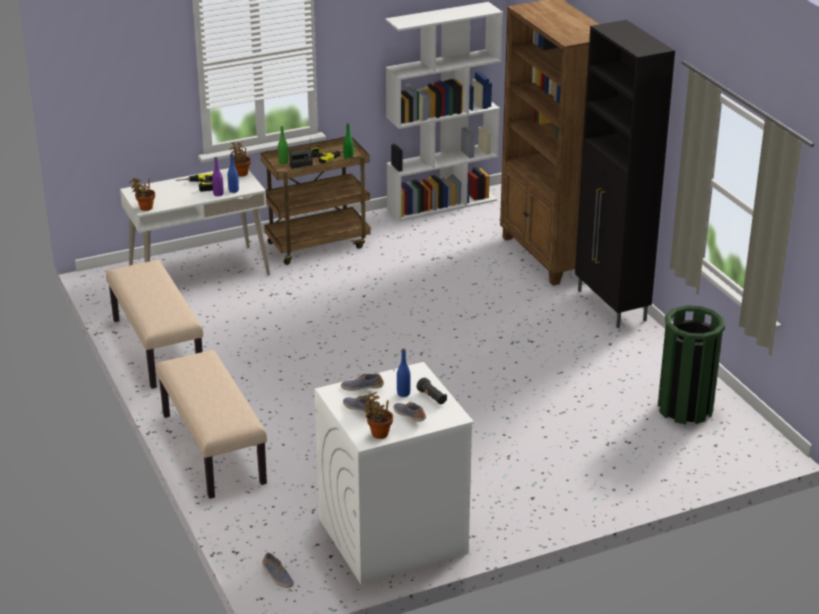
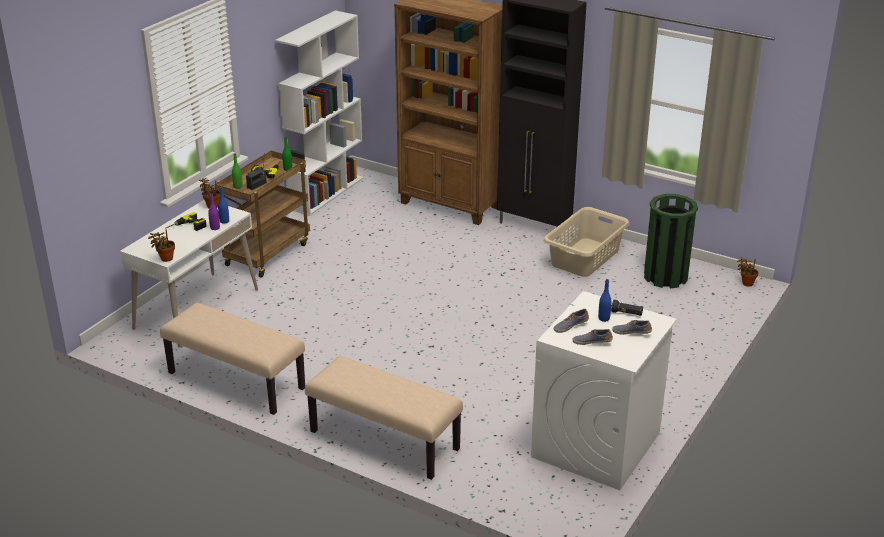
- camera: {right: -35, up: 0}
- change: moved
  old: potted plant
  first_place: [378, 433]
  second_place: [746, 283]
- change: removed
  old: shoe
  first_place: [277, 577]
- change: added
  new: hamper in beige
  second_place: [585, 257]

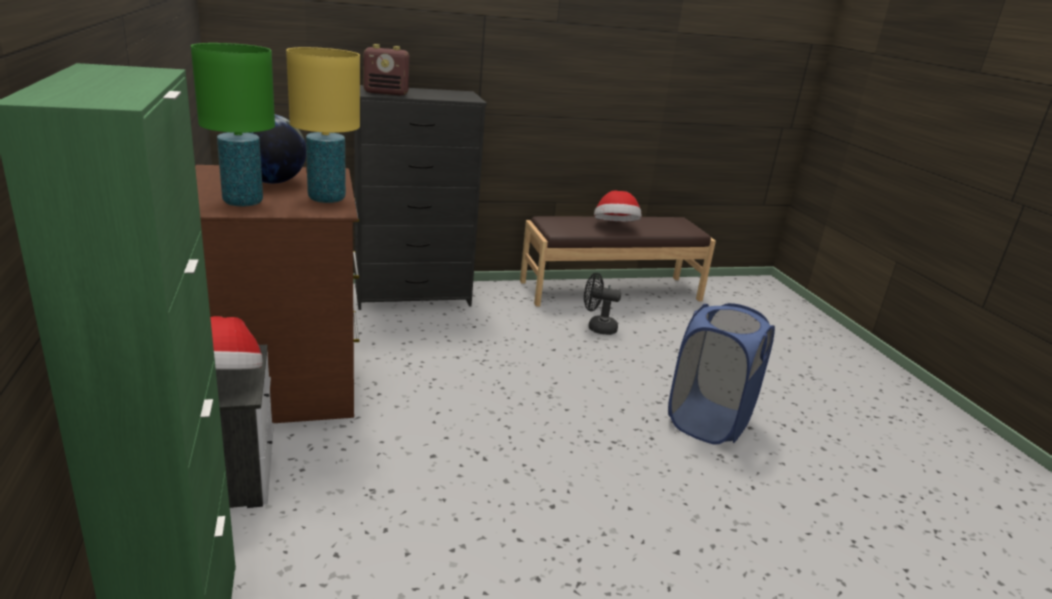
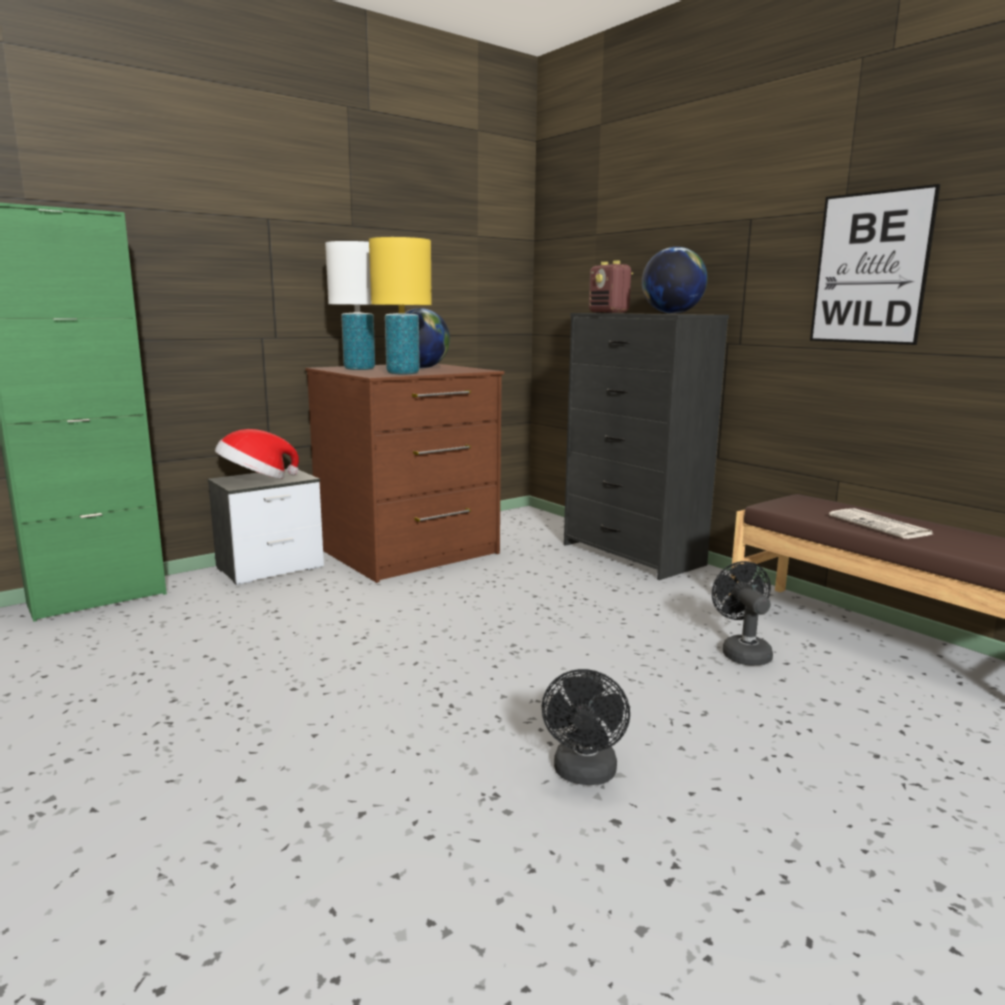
- camera: {right: 70, up: -10}
- change: recoloured
  old: table lamp in green
  new: table lamp in white-coloured
  first_place: [243, 202]
  second_place: [359, 369]
- change: replaced
  old: hat
  new: daily paper
  first_place: [615, 227]
  second_place: [881, 525]
- change: replaced
  old: hamper in blue-coloured
  new: electric fan in black-coloured
  first_place: [708, 422]
  second_place: [584, 775]
- change: added
  new: picture
  second_place: [870, 268]
- change: added
  new: desk globe
  second_place: [672, 313]

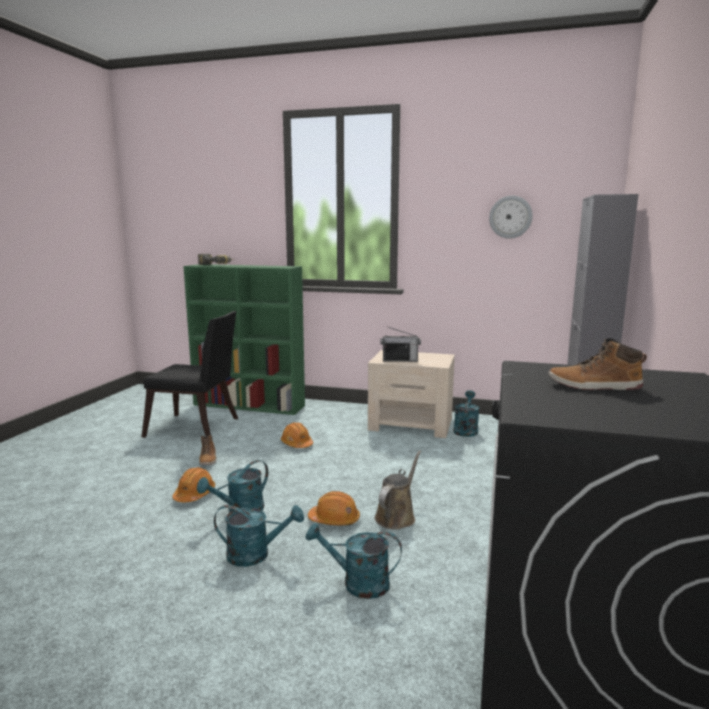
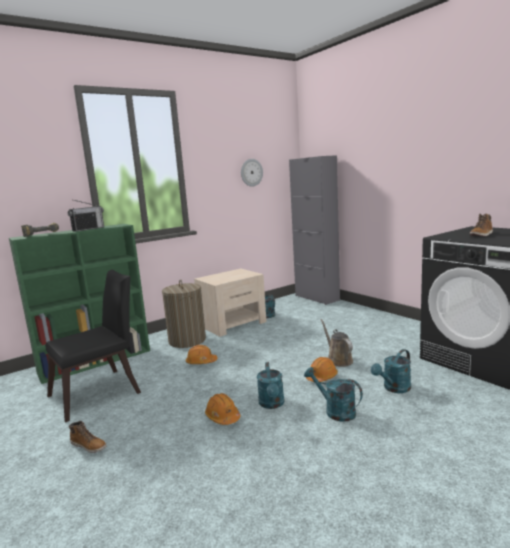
- camera: {right: -50, up: 0}
- change: moved
  old: radio set
  first_place: [400, 360]
  second_place: [88, 229]
- change: moved
  old: tall boot
  first_place: [208, 459]
  second_place: [89, 445]
- change: turned
  old: watering can in blue-green
  first_place: [256, 555]
  second_place: [335, 411]
  degrees: -90
- change: added
  new: hamper
  second_place: [187, 340]

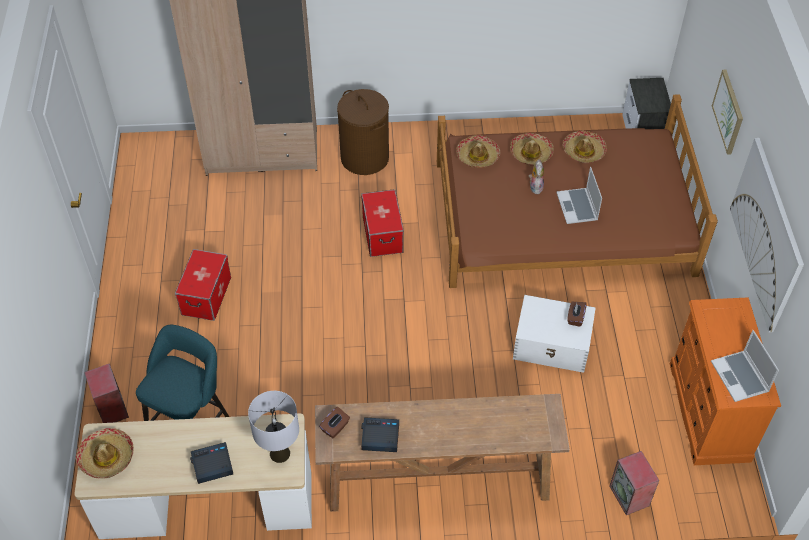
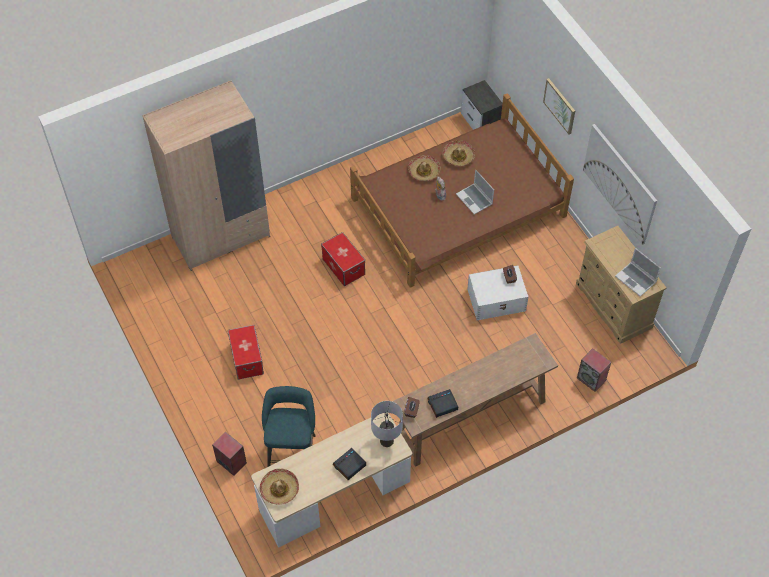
- camera: {right: -25, up: 5}
- change: removed
  old: hamper in brown
  first_place: [365, 158]
- change: removed
  old: hat
  first_place: [478, 156]
- change: recoloured
  old: drawer chest in orange
  new: drawer chest in beige
  first_place: [708, 411]
  second_place: [613, 305]

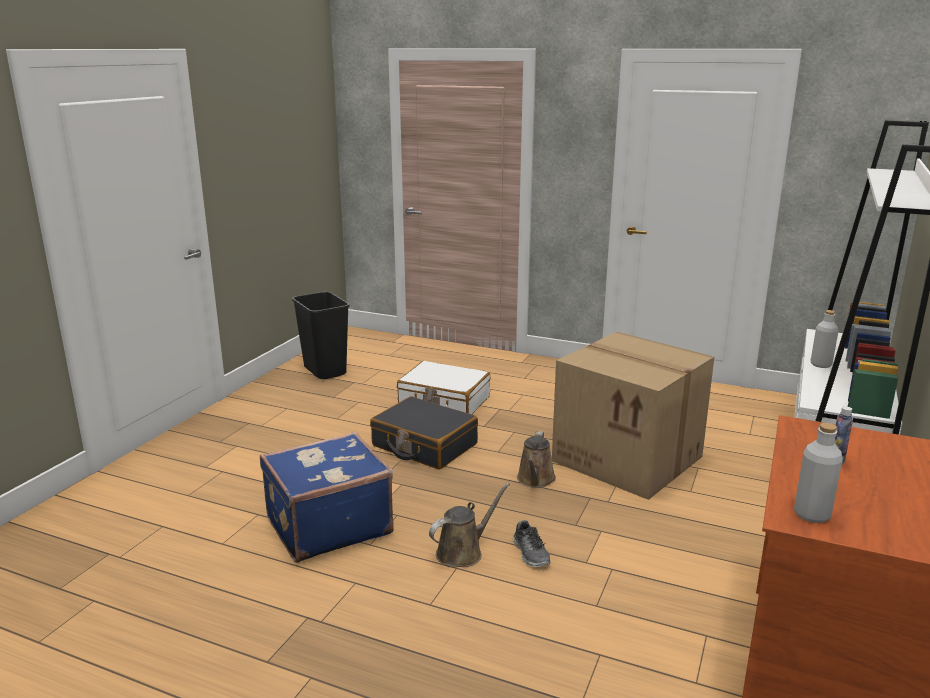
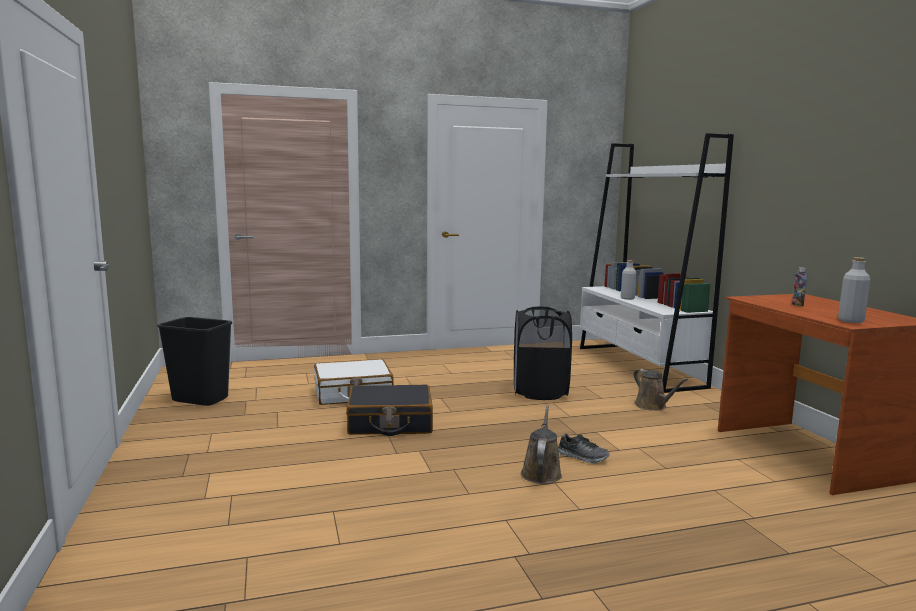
- camera: {right: -40, up: -10}
- change: replaced
  old: cardboard box
  new: hamper in black-coloured
  first_place: [629, 458]
  second_place: [540, 392]
- change: moved
  old: watering can in brown
  first_place: [535, 480]
  second_place: [652, 406]
- change: removed
  old: piece of luggage in blue-coloured
  first_place: [327, 525]

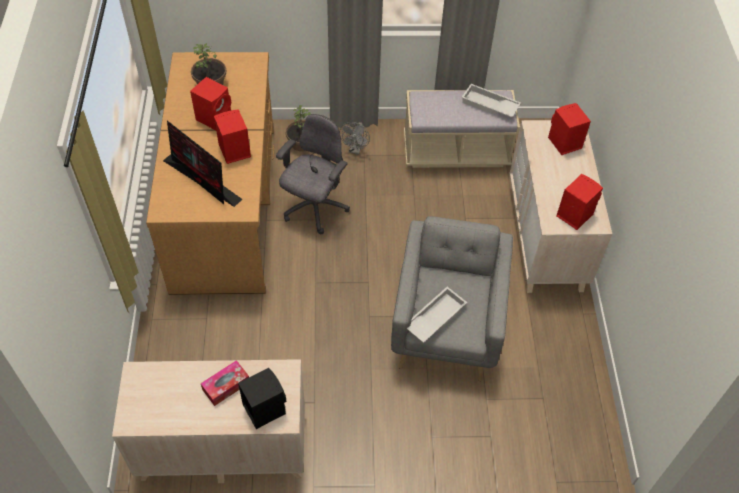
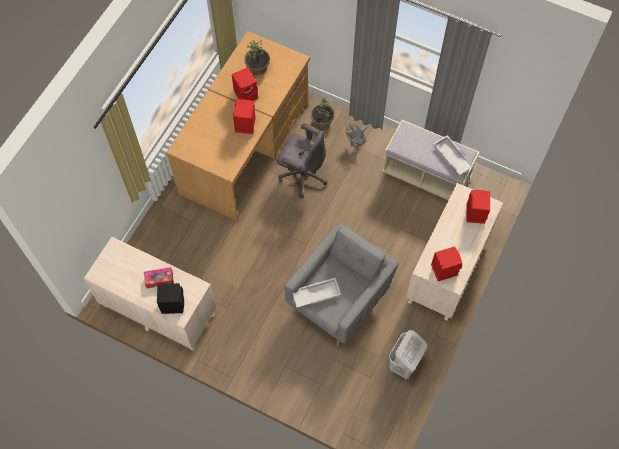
- camera: {right: 30, up: 10}
- change: turned
  old: computer chair in grey
  first_place: [314, 208]
  second_place: [302, 175]
  degrees: 60
- change: removed
  old: monitor
  first_place: [203, 180]
- change: added
  new: hamper in white-coloured
  second_place: [403, 365]

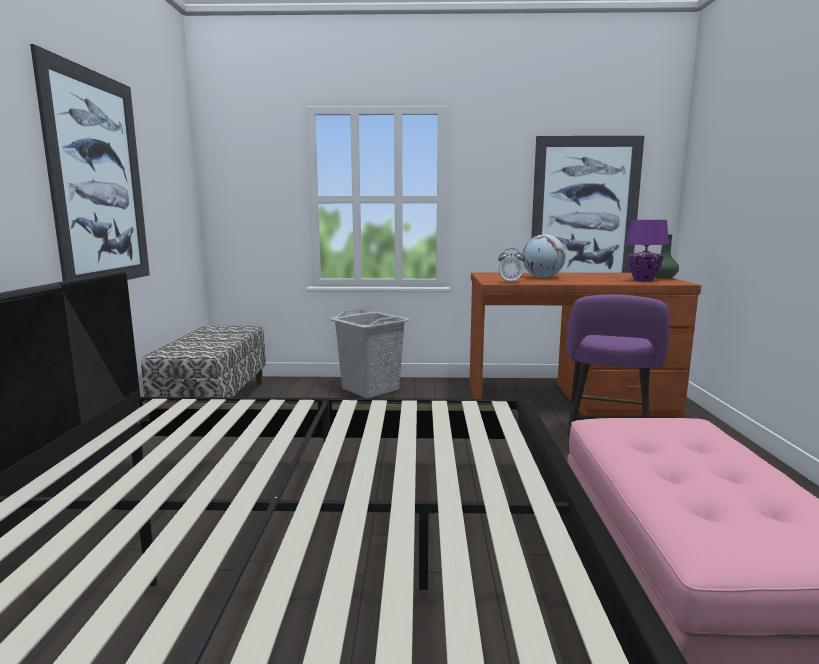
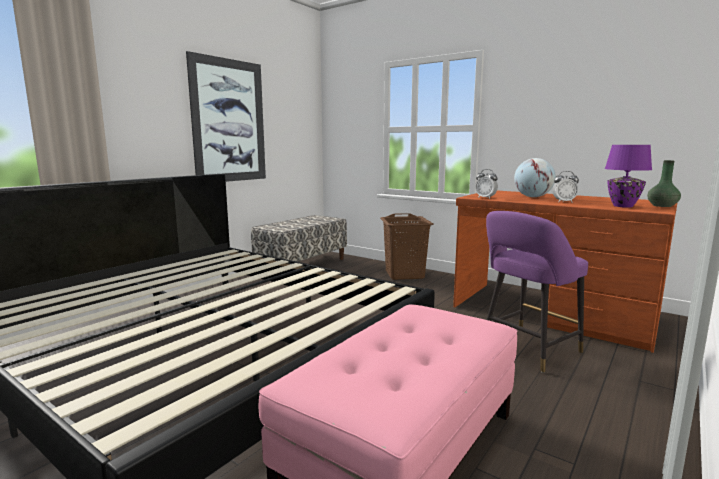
- camera: {right: 35, up: 0}
- change: removed
  old: picture
  first_place: [584, 211]
- change: recoloured
  old: hamper in grey
  new: hamper in brown
  first_place: [370, 389]
  second_place: [405, 274]
- change: added
  new: bedside clock
  second_place: [564, 202]

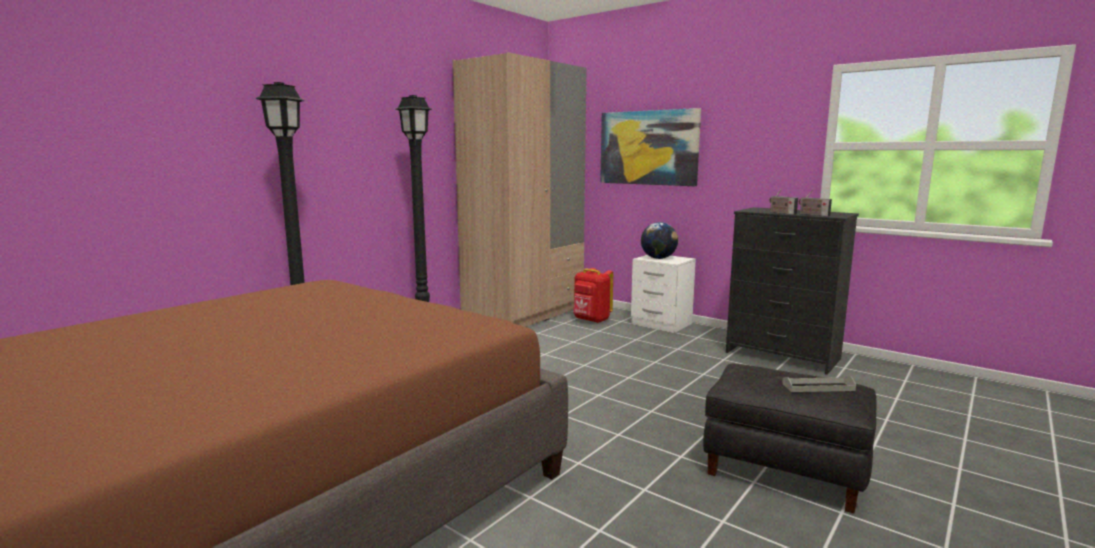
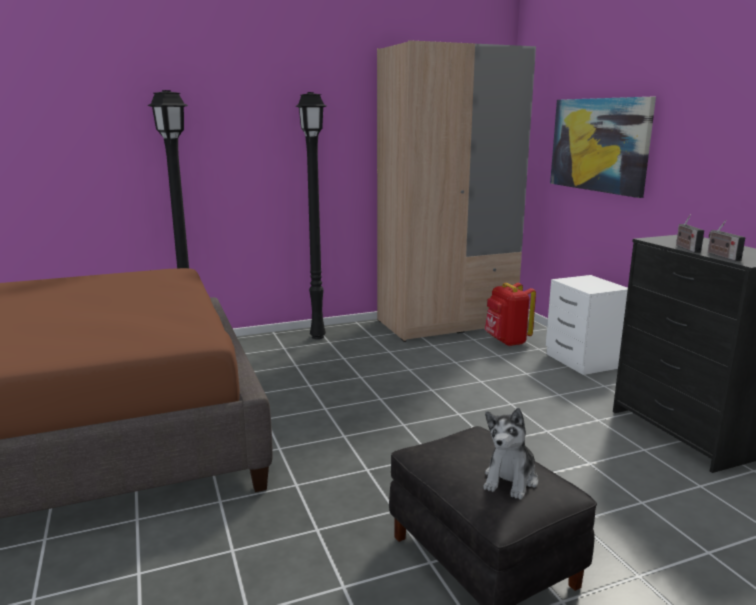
- camera: {right: 30, up: 5}
- change: removed
  old: desk globe
  first_place: [658, 258]
- change: replaced
  old: tray in grey
  new: soft toy
  first_place: [818, 387]
  second_place: [511, 480]

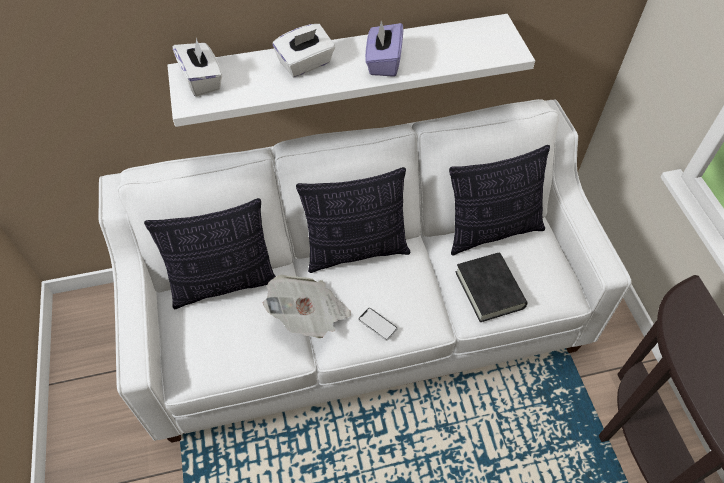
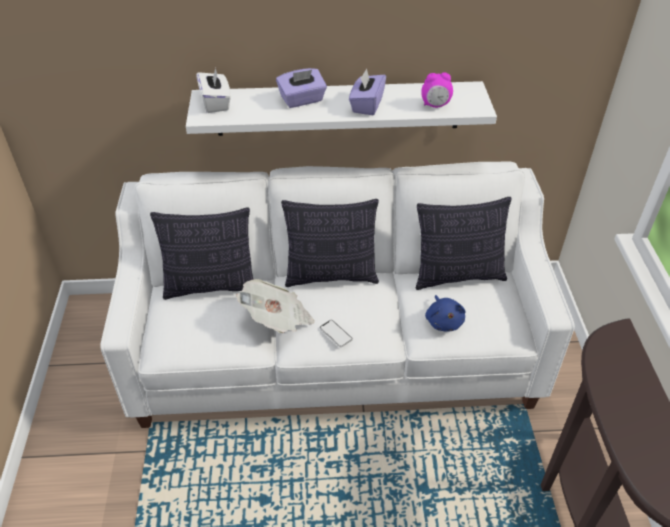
- camera: {right: 10, up: -10}
- change: recoloured
  old: tissue box in white-coloured
  new: tissue box in purple-coloured
  first_place: [306, 64]
  second_place: [302, 100]
- change: replaced
  old: book in black-coloured
  new: soft toy in blue-coloured
  first_place: [489, 290]
  second_place: [444, 321]
- change: added
  new: bedside clock
  second_place: [435, 105]

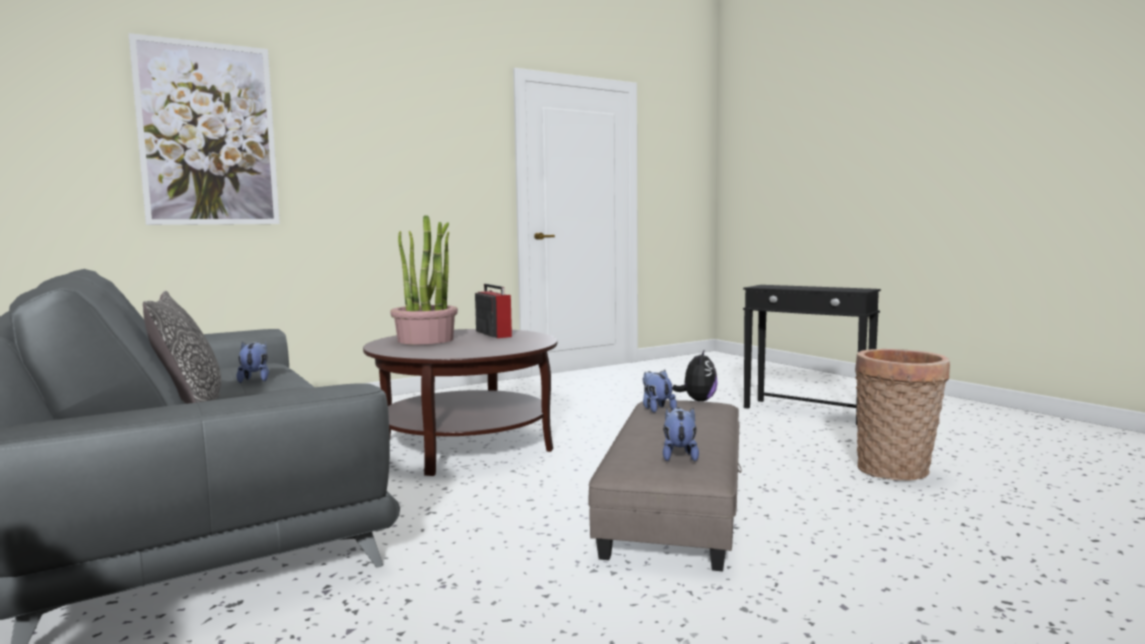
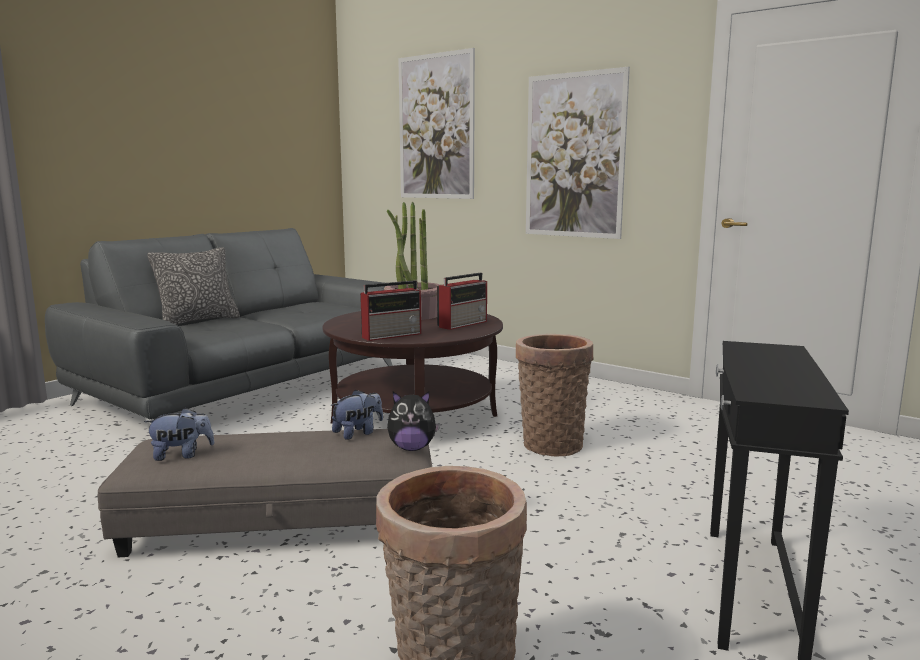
- camera: {right: 70, up: 5}
- change: removed
  old: soft toy
  first_place: [255, 380]
- change: added
  new: picture
  second_place: [574, 156]
- change: added
  new: radio set
  second_place: [392, 335]
- change: added
  new: storage basket
  second_place: [551, 443]

